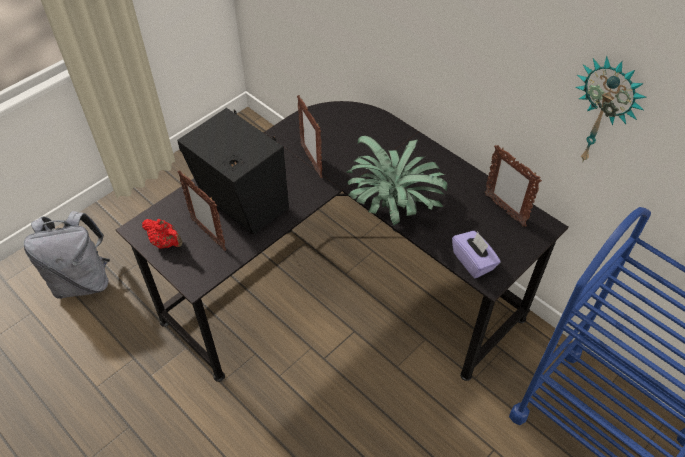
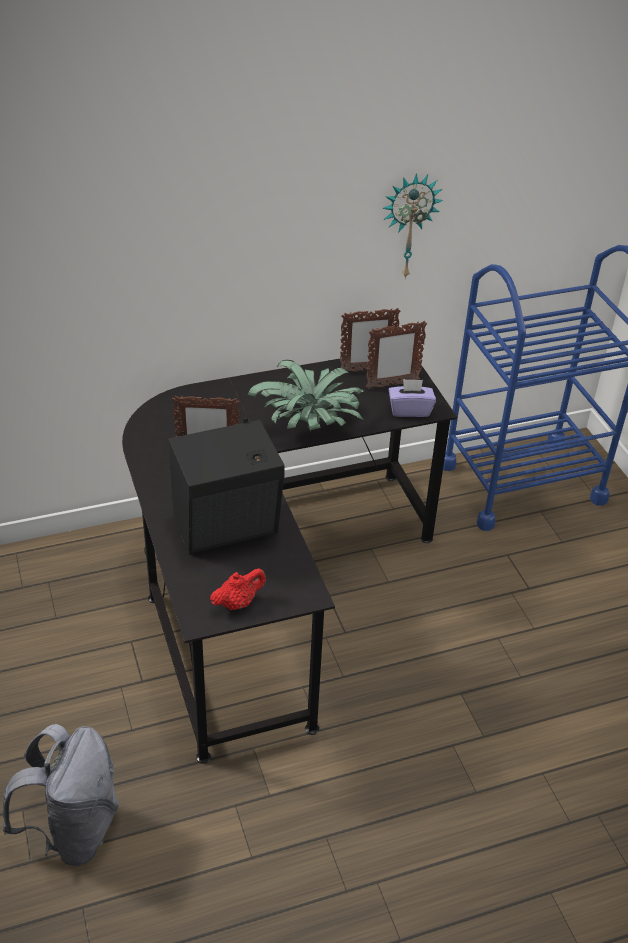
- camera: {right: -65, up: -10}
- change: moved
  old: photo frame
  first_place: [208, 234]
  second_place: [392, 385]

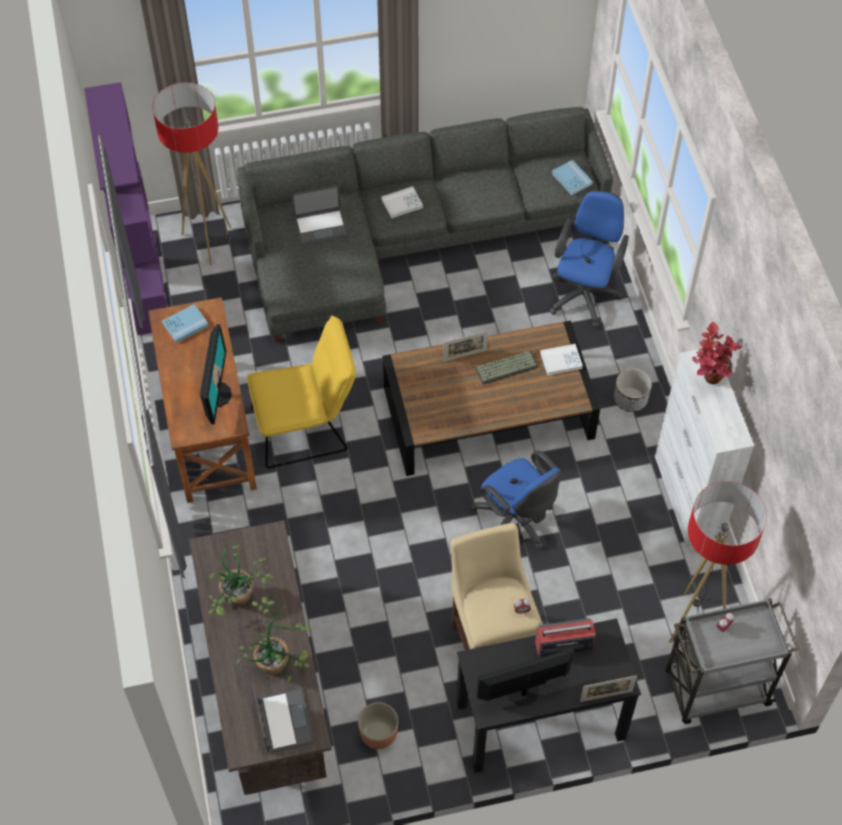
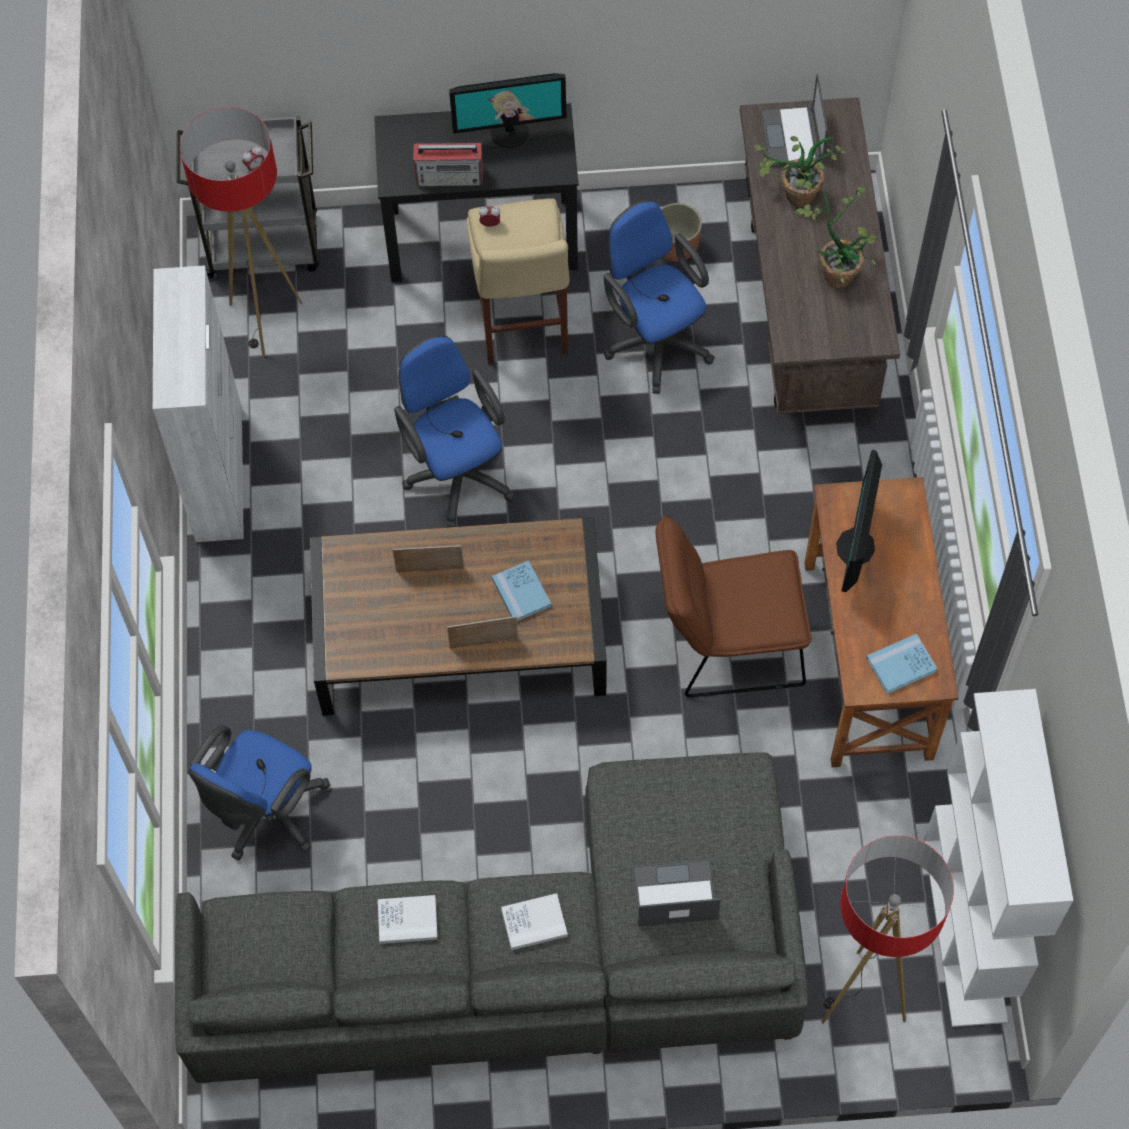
- camera: {right: -170, up: 5}
- change: recoloured
  old: bookshelf in purple-coloured
  new: bookshelf in white-coloured
  first_place: [145, 283]
  second_place: [966, 930]
- change: moved
  old: book in blue-coloured
  first_place: [571, 179]
  second_place: [521, 593]
- change: recoloured
  old: chair in yellowish
  new: chair in brown
  first_place: [306, 428]
  second_place: [726, 644]
- change: removed
  old: potted plant
  first_place: [707, 381]
- change: moved
  old: book in white-coloured
  first_place: [561, 360]
  second_place: [407, 920]
- change: removed
  old: PC keyboard
  first_place: [506, 366]
- change: removed
  old: flower pot
  first_place: [630, 399]
- change: moved
  old: photo frame
  first_place: [606, 696]
  second_place: [430, 570]
- change: added
  new: computer chair in blue-coloured
  second_place: [654, 340]

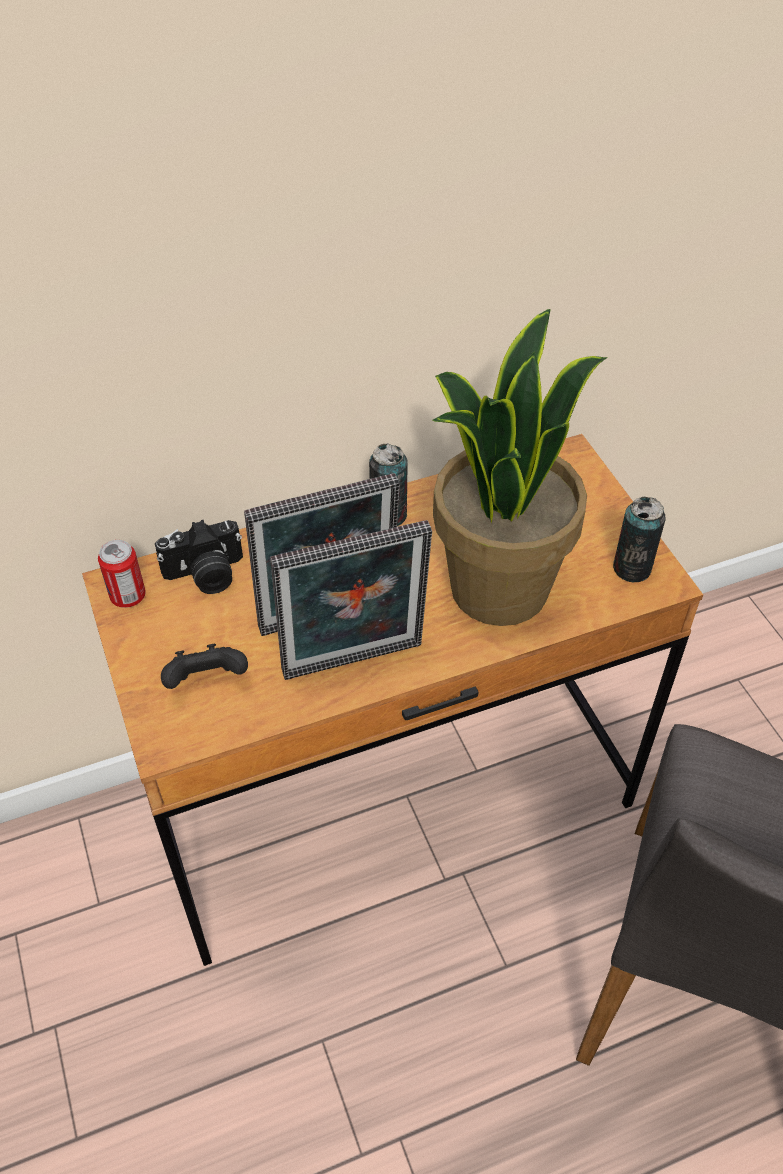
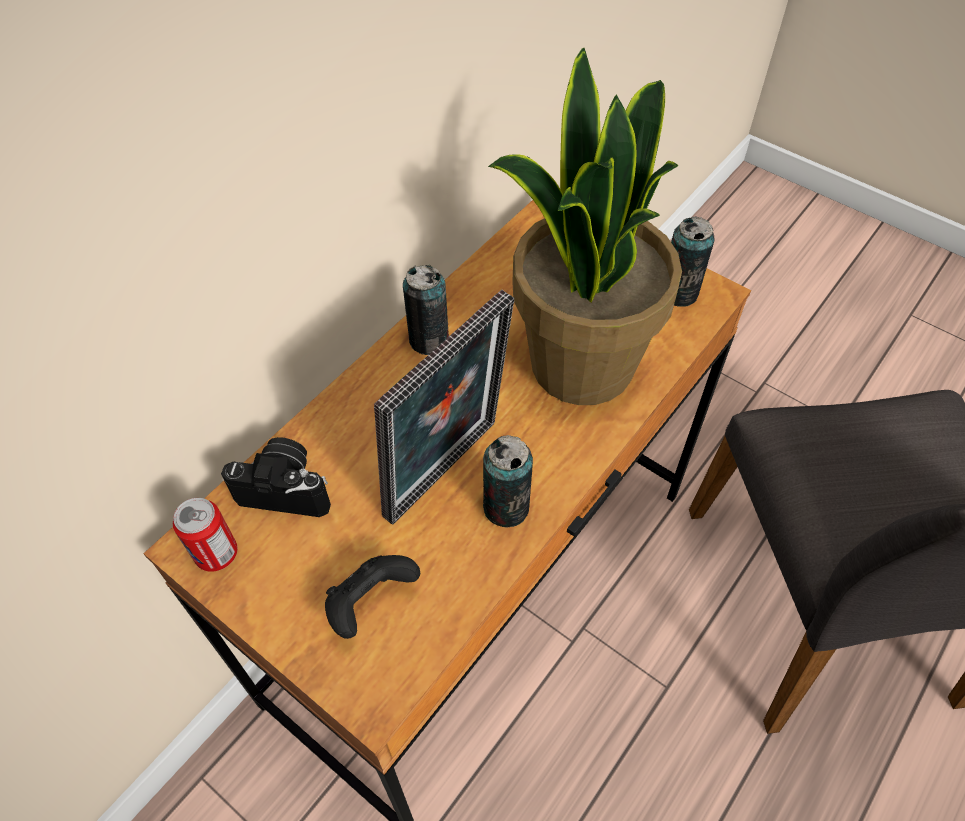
- camera: {right: -30, up: 5}
- change: turned
  old: still camera
  first_place: [206, 575]
  second_place: [287, 488]
  degrees: -120
- change: replaced
  old: photo frame
  new: sealed can
  first_place: [354, 665]
  second_place: [506, 507]

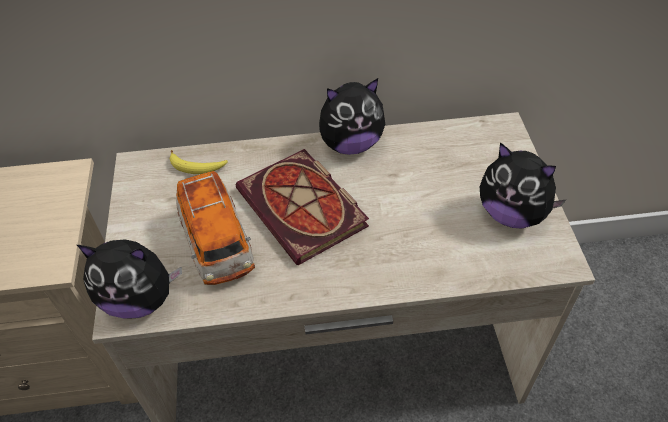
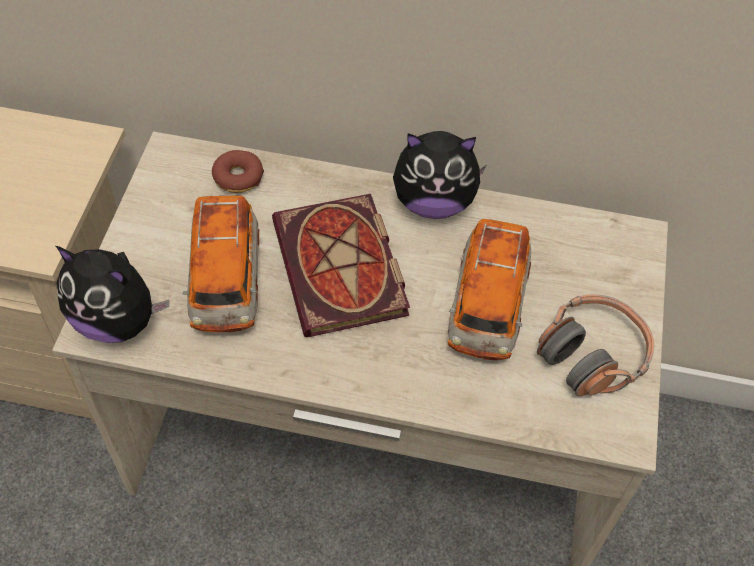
- camera: {right: 15, up: 5}
- change: replaced
  old: soft toy
  new: headset
  first_place: [511, 214]
  second_place: [592, 355]
- change: replaced
  old: whole banana
  new: doughnut
  first_place: [197, 167]
  second_place: [238, 177]
- change: added
  new: model car
  second_place: [487, 307]

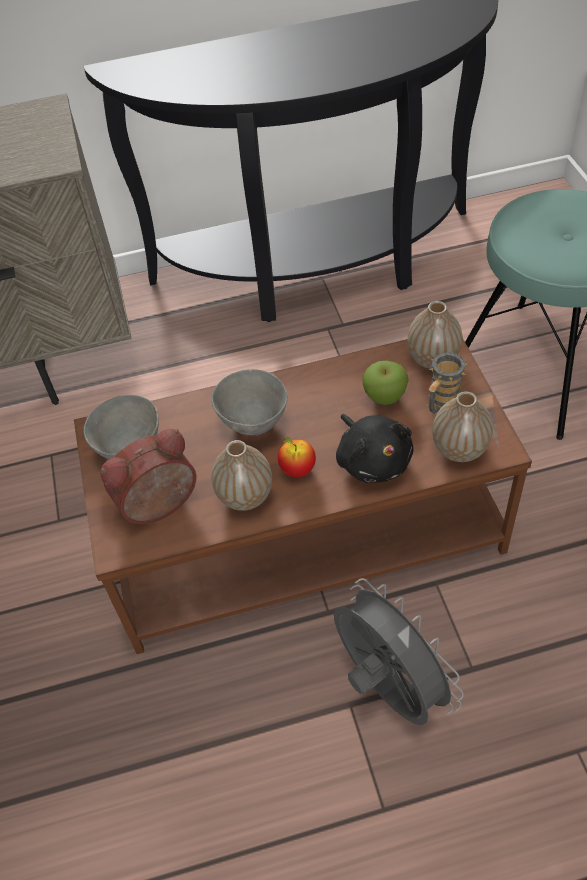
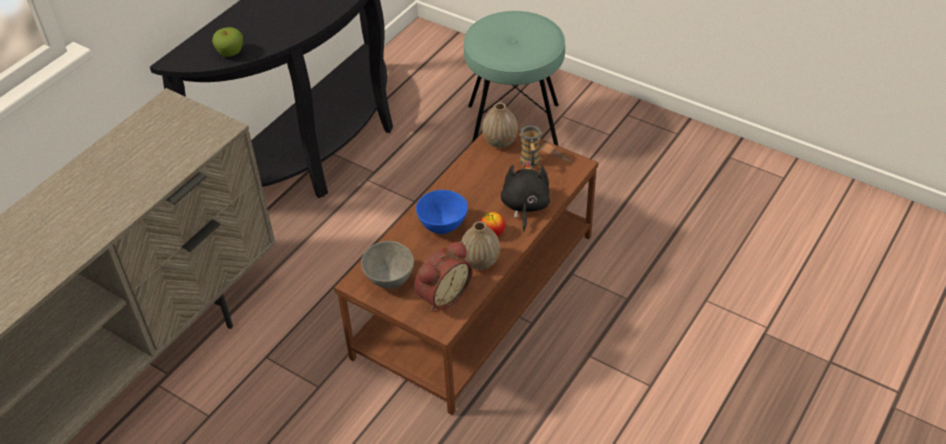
- camera: {right: -45, up: -5}
- change: moved
  old: apple fruit
  first_place: [384, 397]
  second_place: [230, 53]
- change: recoloured
  old: bowl in grey
  new: bowl in blue-coloured
  first_place: [254, 423]
  second_place: [443, 226]
- change: removed
  old: flower vase
  first_place: [459, 449]
- change: turned
  old: soft toy in black-coloured
  first_place: [373, 460]
  second_place: [525, 206]
  degrees: -105
- change: turned
  old: bedside clock
  first_place: [160, 507]
  second_place: [442, 294]
  degrees: -150
- change: removed
  old: electric fan in grey
  first_place: [387, 688]

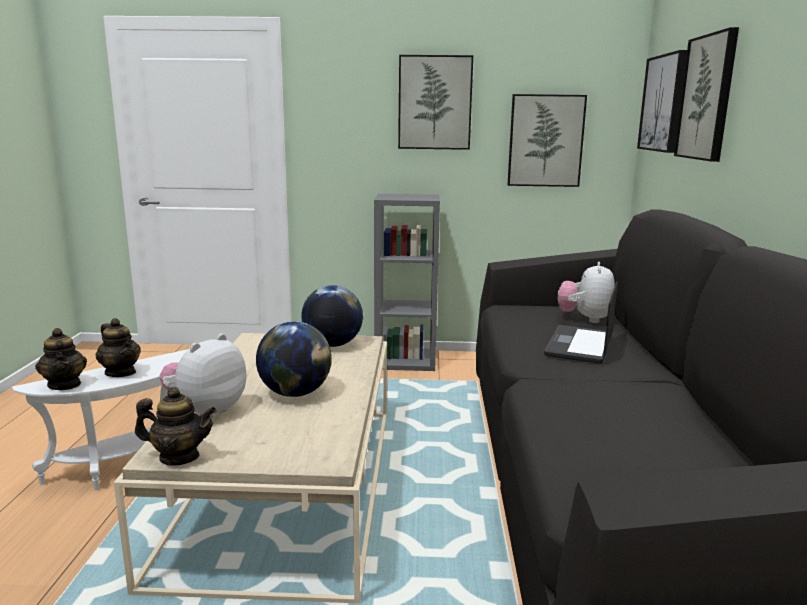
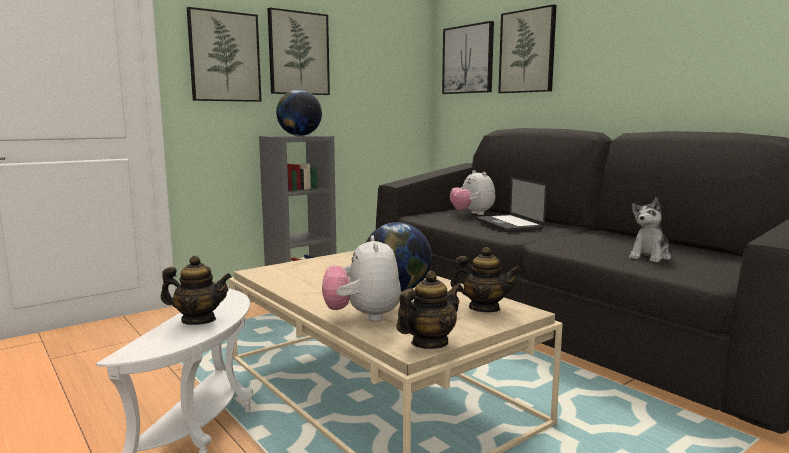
- camera: {right: -40, up: -5}
- change: moved
  old: picture
  first_place: [545, 141]
  second_place: [224, 57]
- change: moved
  old: desk globe
  first_place: [332, 345]
  second_place: [299, 135]
- change: moved
  old: teapot
  first_place: [65, 385]
  second_place: [484, 308]
- change: added
  new: soft toy
  second_place: [650, 256]

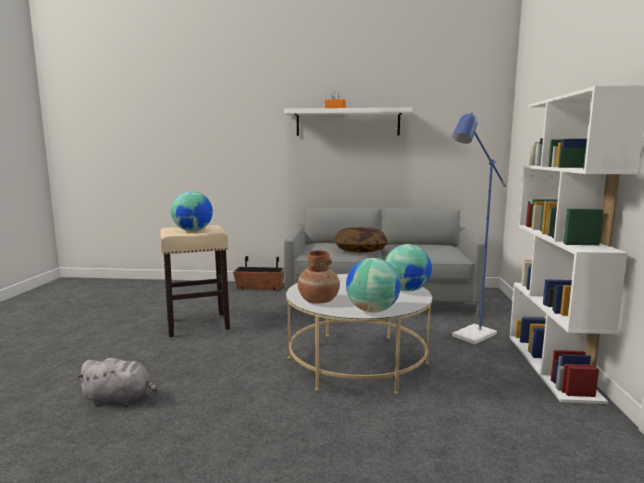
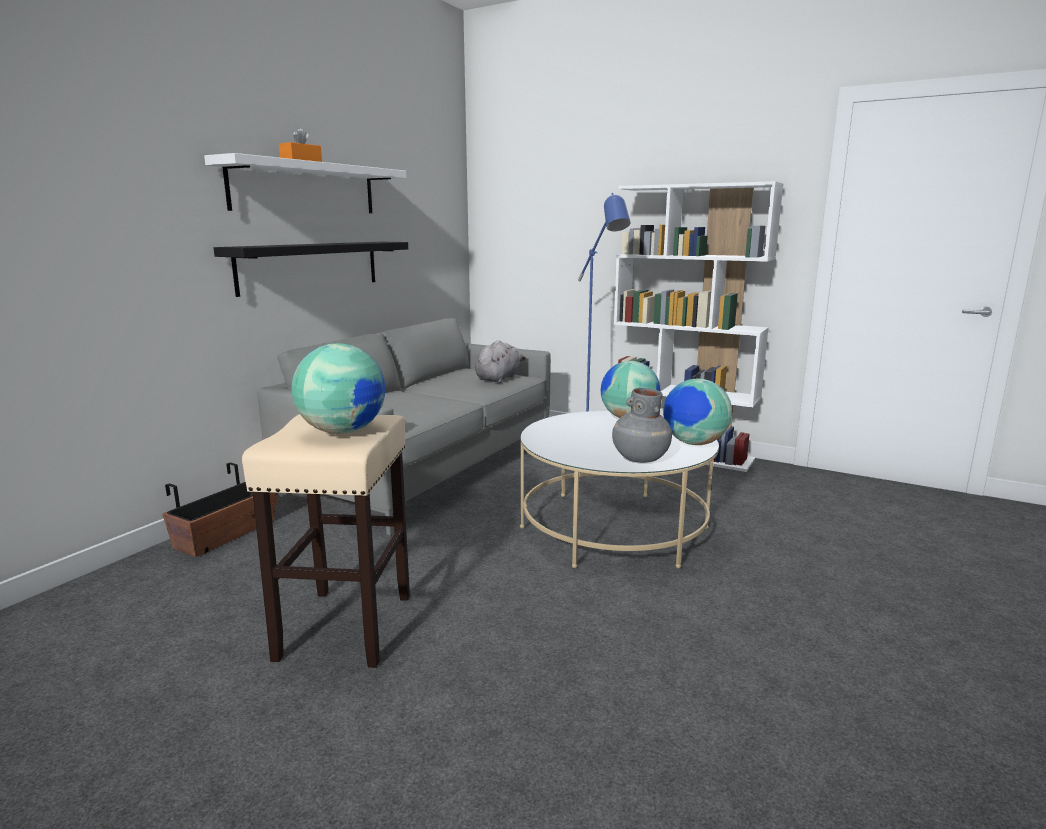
- camera: {right: -65, up: 5}
- change: removed
  old: pillow
  first_place: [360, 250]
- change: recoloured
  old: flower vase in brown
  new: flower vase in grey
  first_place: [318, 301]
  second_place: [639, 458]
- change: moved
  old: soft toy in grey
  first_place: [120, 399]
  second_place: [498, 378]
- change: added
  new: bracket shelf in black-coloured
  second_place: [310, 266]

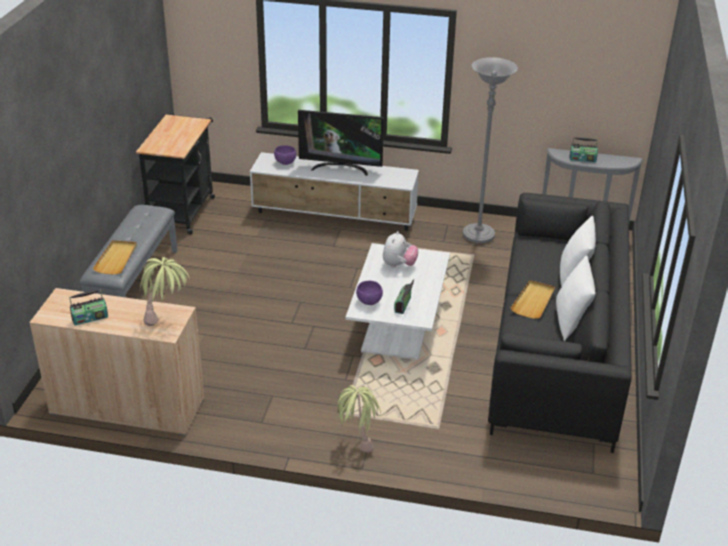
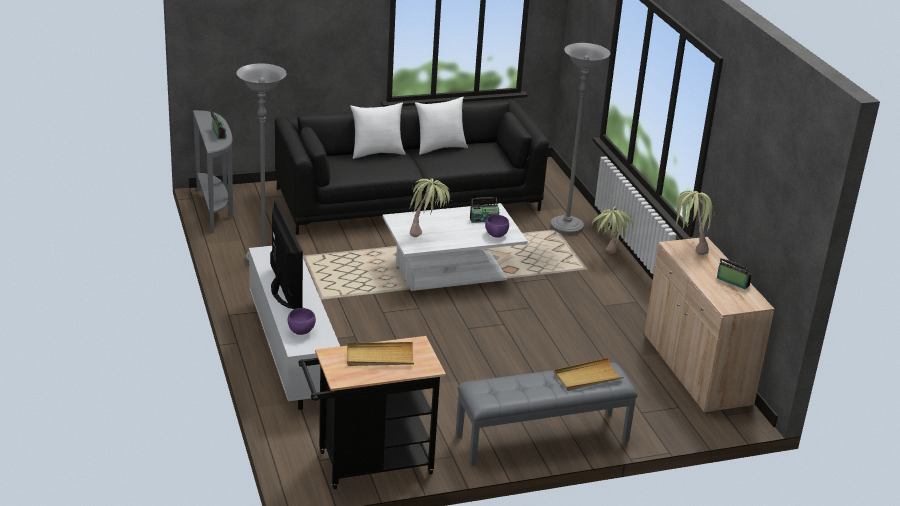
- camera: {right: -120, up: -5}
- change: replaced
  old: soft toy
  new: potted plant
  first_place: [399, 265]
  second_place: [427, 233]
- change: moved
  old: tray in beige
  first_place: [533, 301]
  second_place: [379, 357]
- change: added
  new: standing lamp in grey
  second_place: [566, 227]

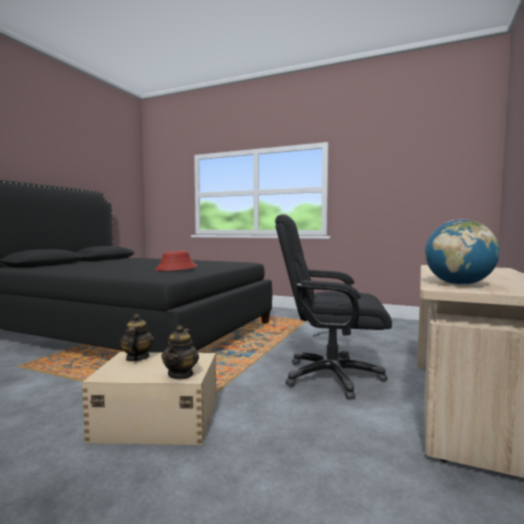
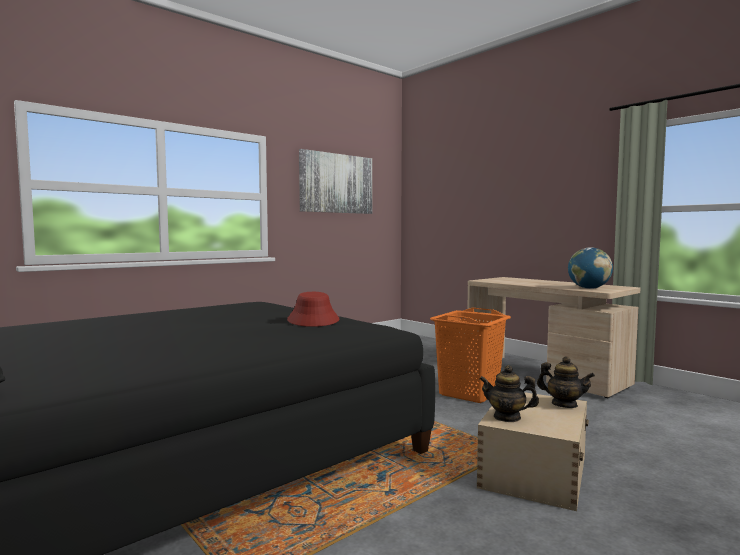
- camera: {right: -65, up: 0}
- change: replaced
  old: computer chair in black-coloured
  new: hamper in orange
  first_place: [330, 376]
  second_place: [468, 393]
- change: added
  new: picture
  second_place: [336, 183]

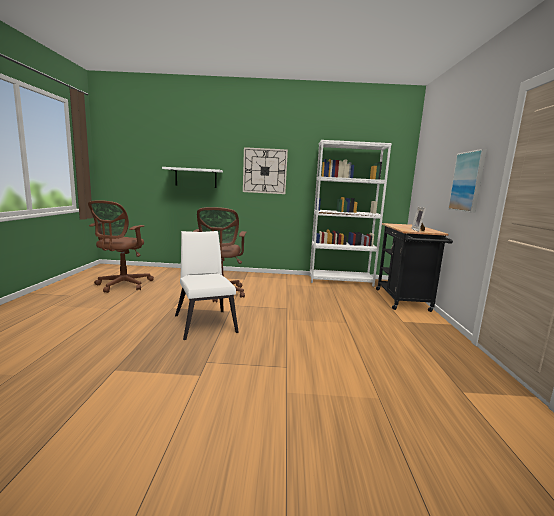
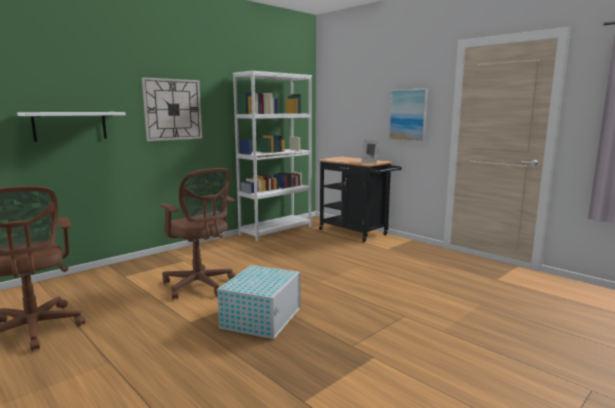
- camera: {right: -45, up: 0}
- change: replaced
  old: chair in white-coloured
  new: storage container in white-coloured
  first_place: [205, 322]
  second_place: [262, 317]

